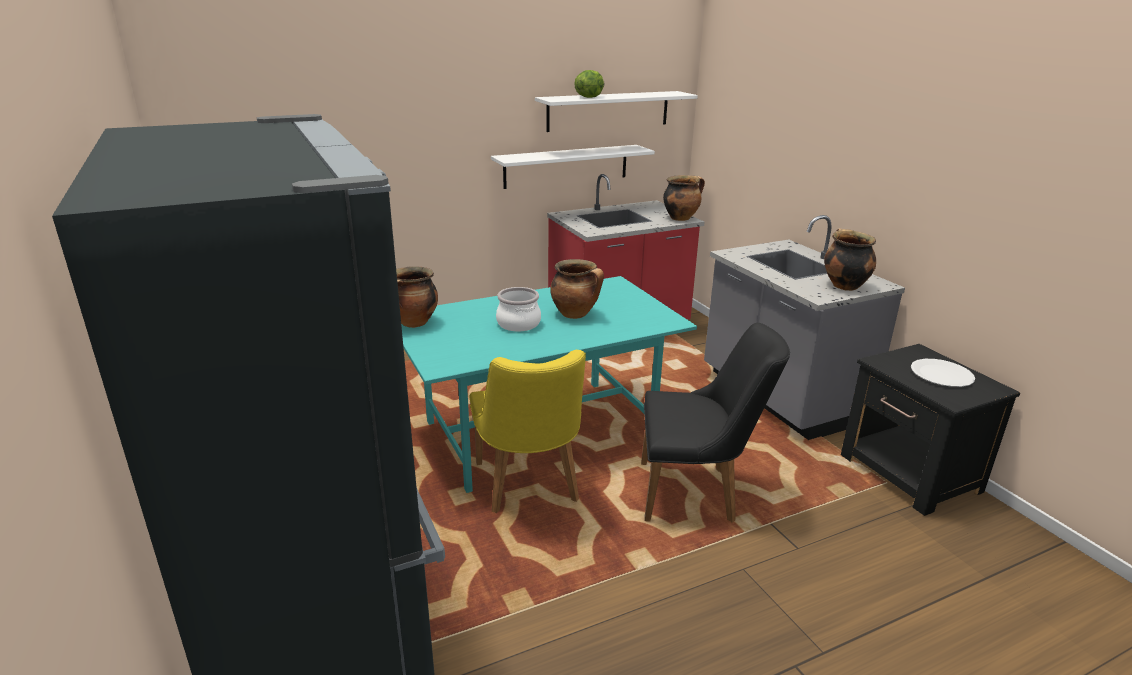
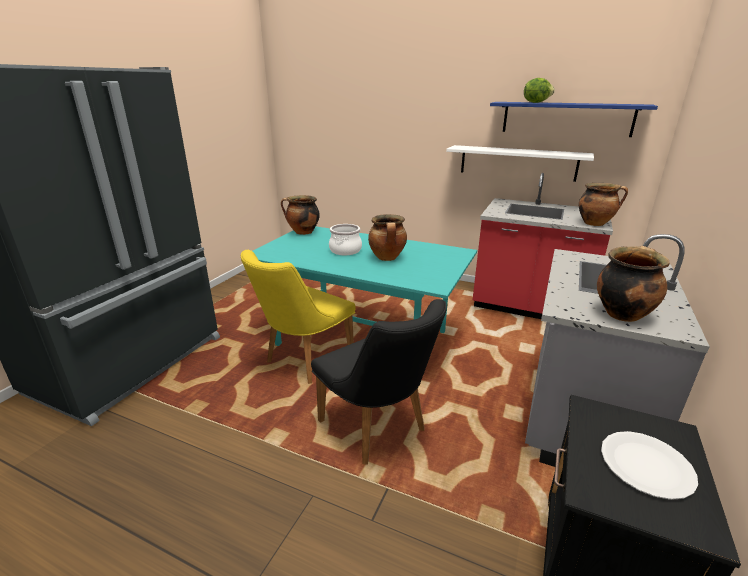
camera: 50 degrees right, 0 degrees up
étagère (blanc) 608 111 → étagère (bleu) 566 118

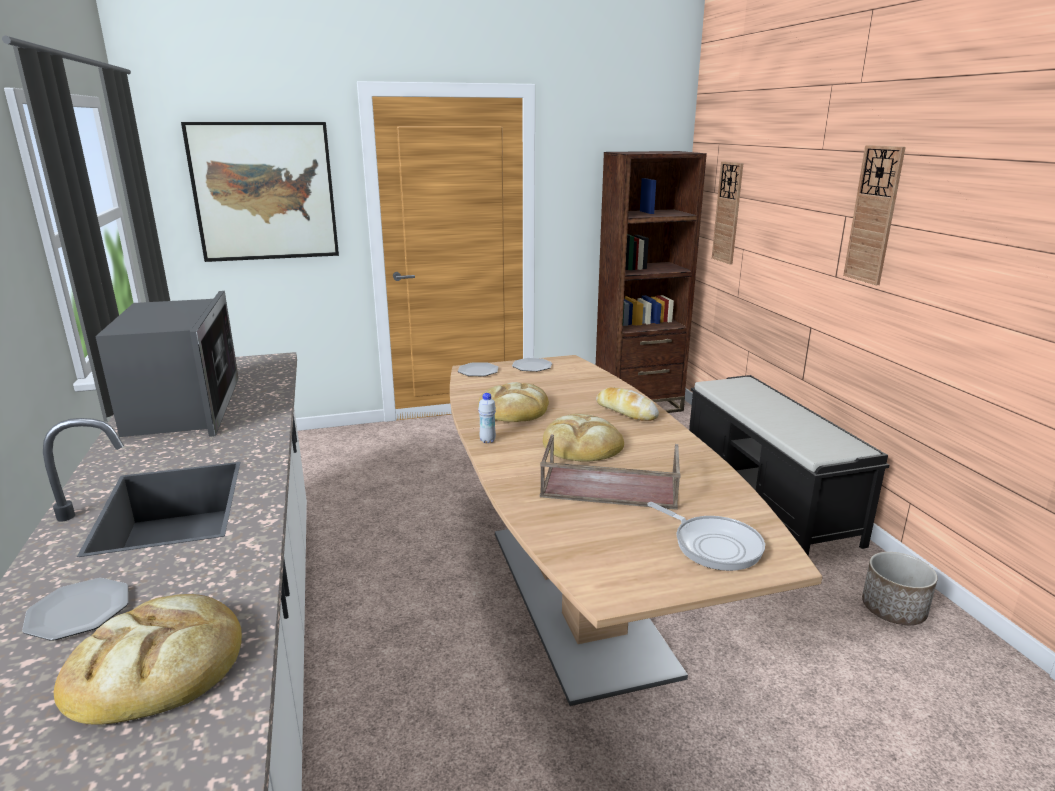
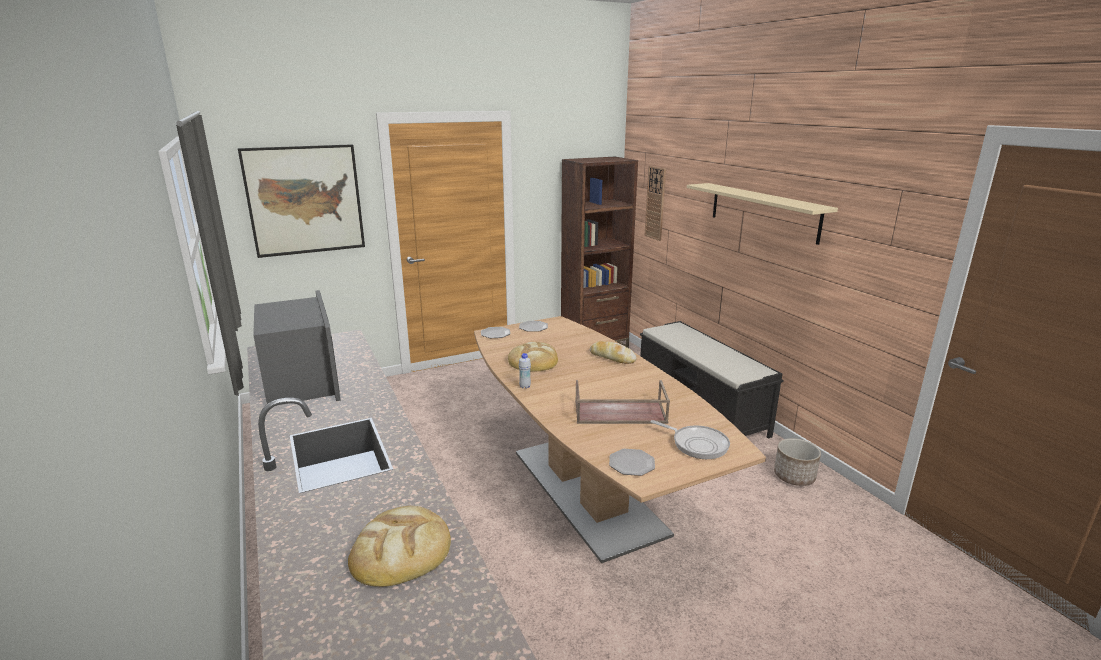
camera: 10 degrees left, 0 degrees up
pain 582 444 → -
assiette 78 612 → assiette 631 464, shifted
horloge murale 874 215 → étagère (beige) 763 211

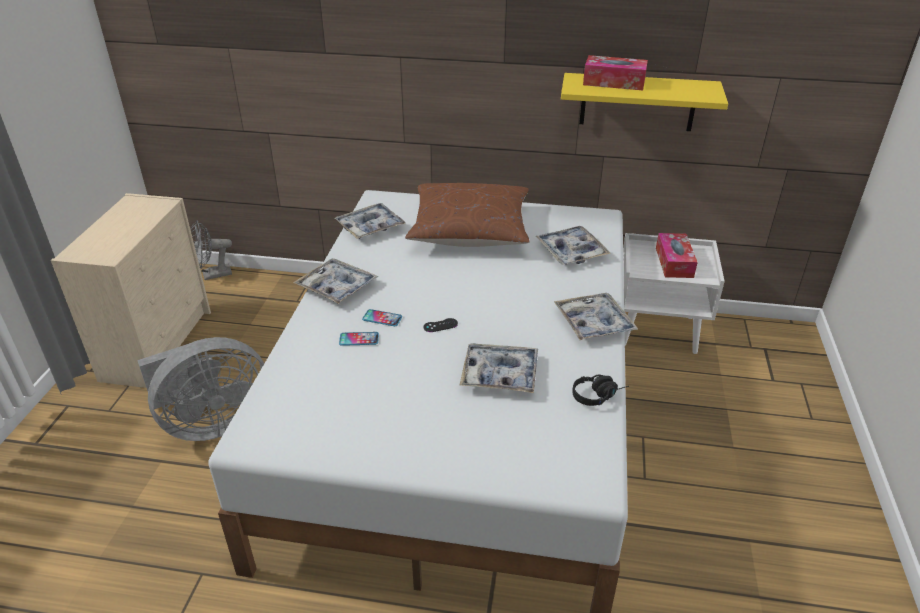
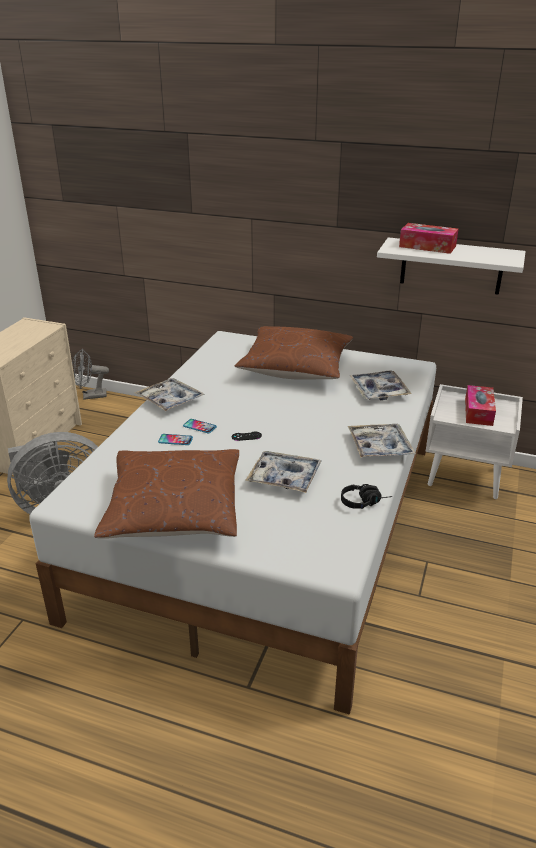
camera: 10 degrees right, 5 degrees down
plateau 370 227 → -
- → coussin (marron) 174 510
étagère (jaune) 638 102 → étagère (blanc) 451 266

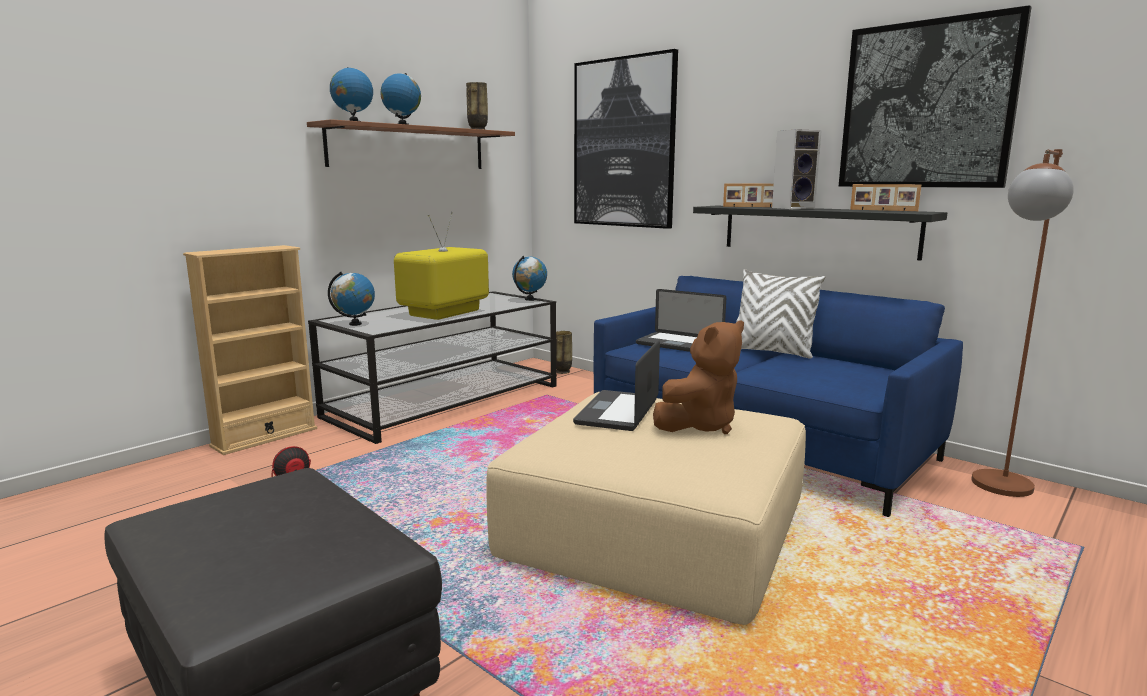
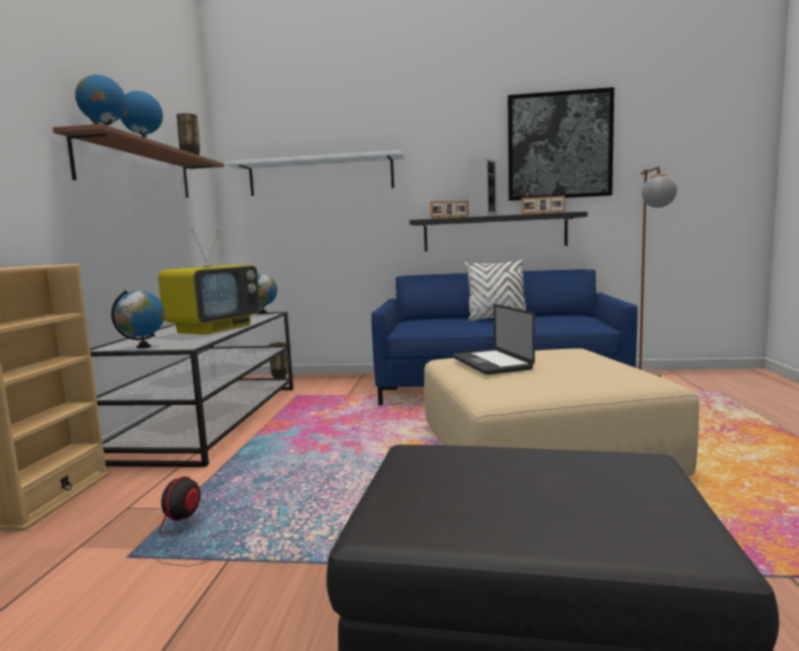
camera: 35 degrees left, 5 degrees down
ordinateur portable 679 344 → -
peluche (marron) 699 425 → -
tableau 623 143 → étagère (blanc) 320 176
téléviseur 445 313 → téléviseur 215 329, 150 degrees counterclockwise

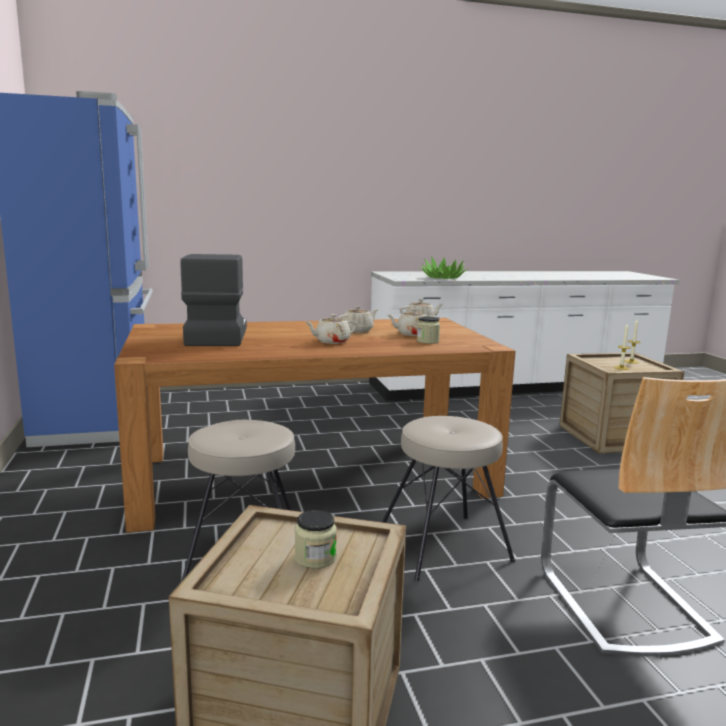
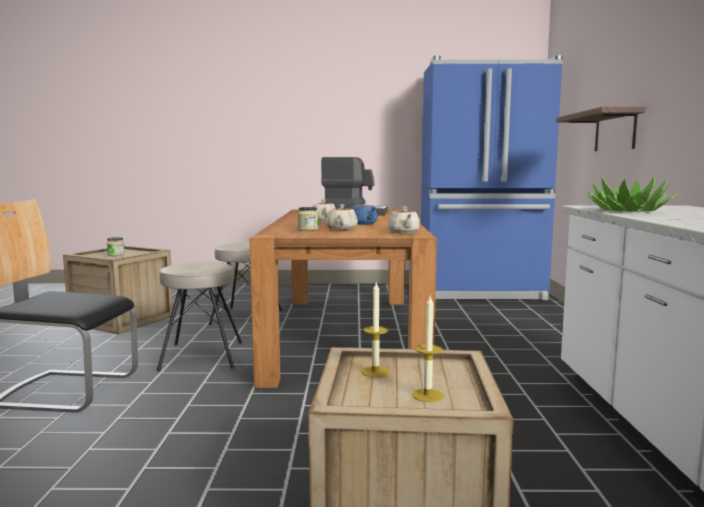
camera: 105 degrees right, 5 degrees down
- → étagère 615 131
théière (beige) 357 331 → théière (bleu) 363 224

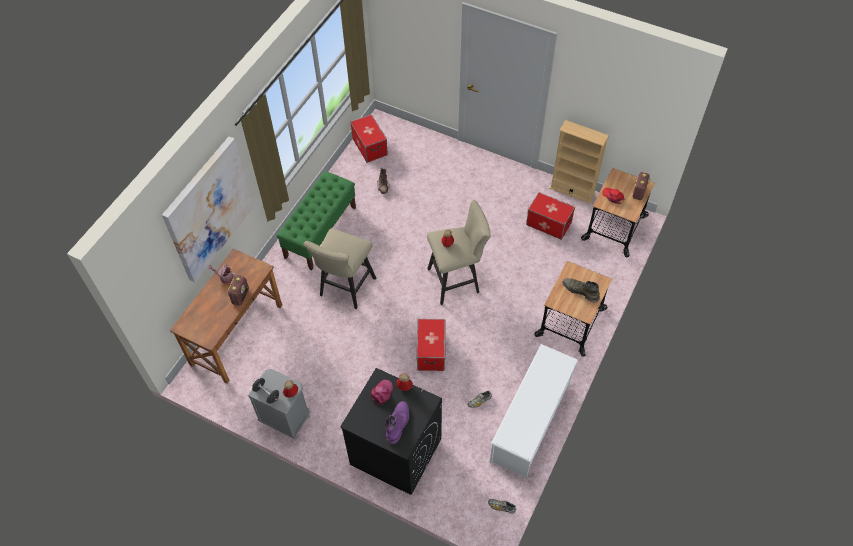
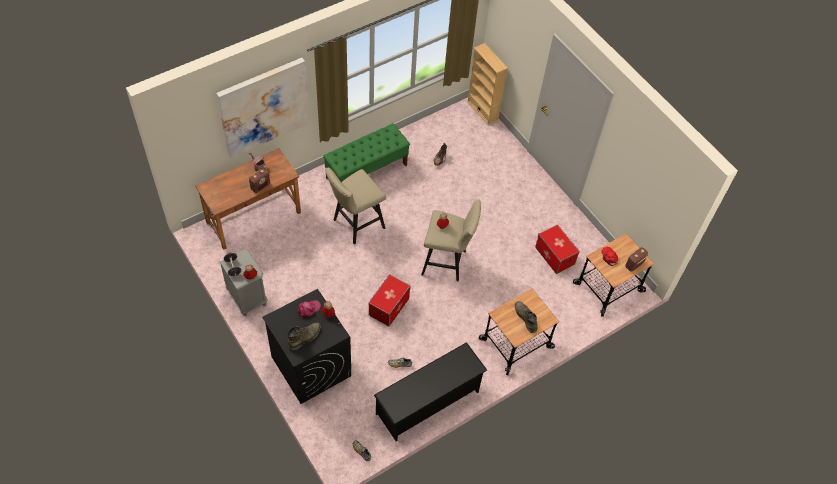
camera: 25 degrees right, 0 degrees up
boîte de rangement 369 146 → -
bibliothèque (beige) 572 191 → bibliothèque (beige) 482 110, shifted
botte (violet) 398 423 → botte (vert) 305 337
étagère à chaussures (blanc) 530 423 → étagère à chaussures (noir) 428 403

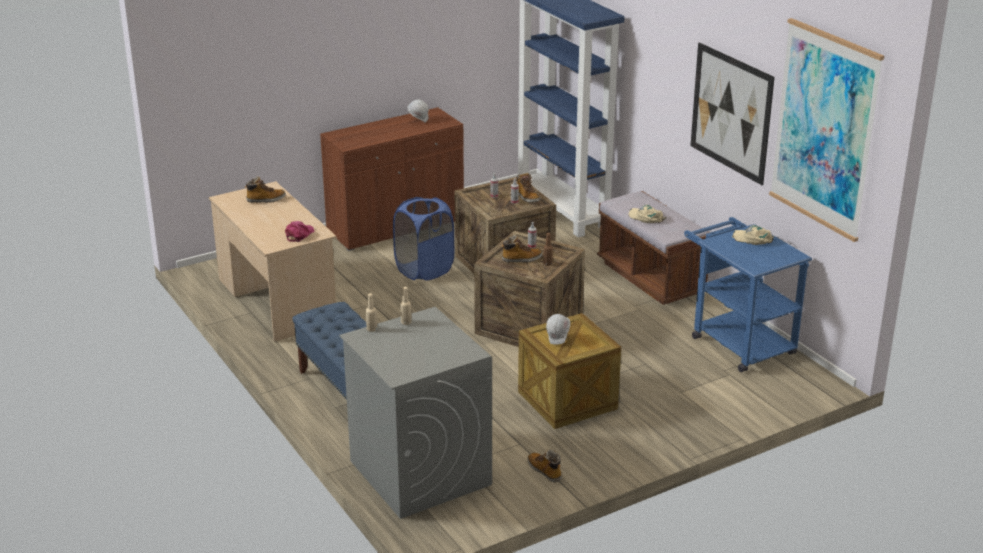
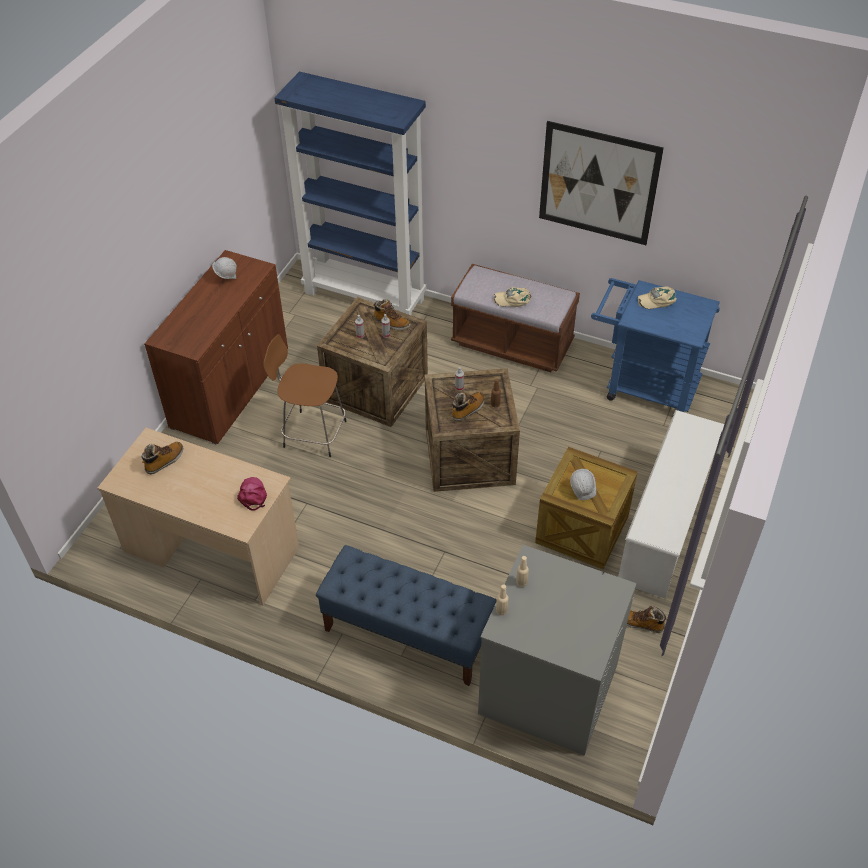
camera: 35 degrees left, 20 degrees up
tableau 824 129 → -
- → étagère à chaussures (blanc) 665 529
panier à linge (bleu) 424 270 → tabouret (marron) 312 433

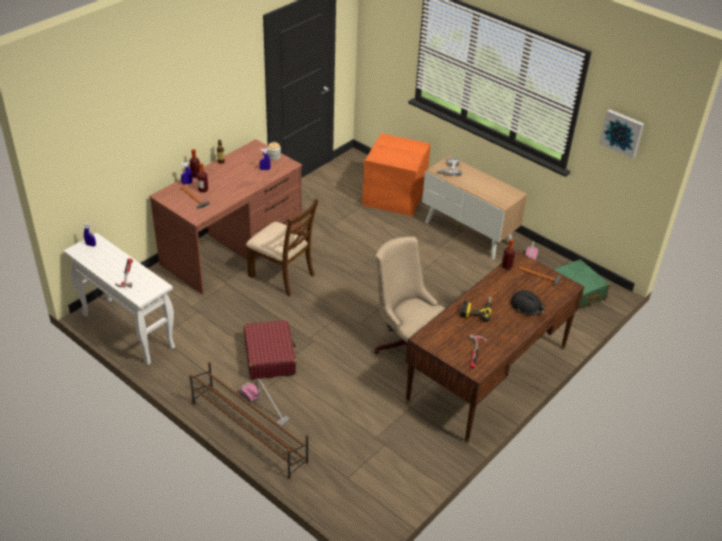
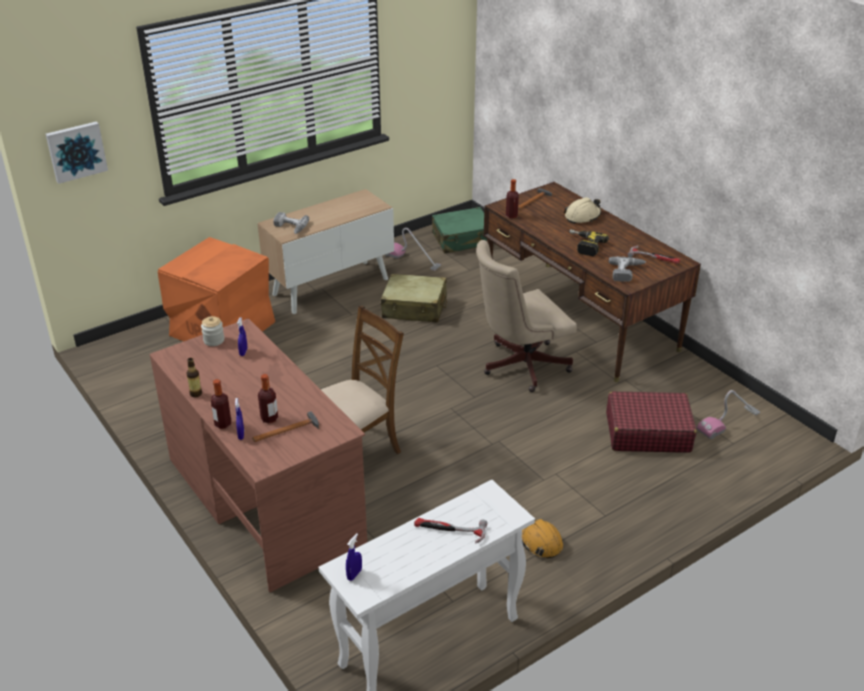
camera: 75 degrees left, 5 degrees down
étagère à chaussures (marron) 248 431 → -
- → valise (beige) 414 308
- → casque de chantier (orange) 540 542
- → perceuse 627 272
aspirateur 264 406 → aspirateur 728 422, shifted
valise (rouge) 270 356 → valise (rouge) 647 432, shifted
tableau 622 133 → tableau 76 151, shifted
casque de chantier (noir) 527 307 → casque de chantier (beige) 582 216

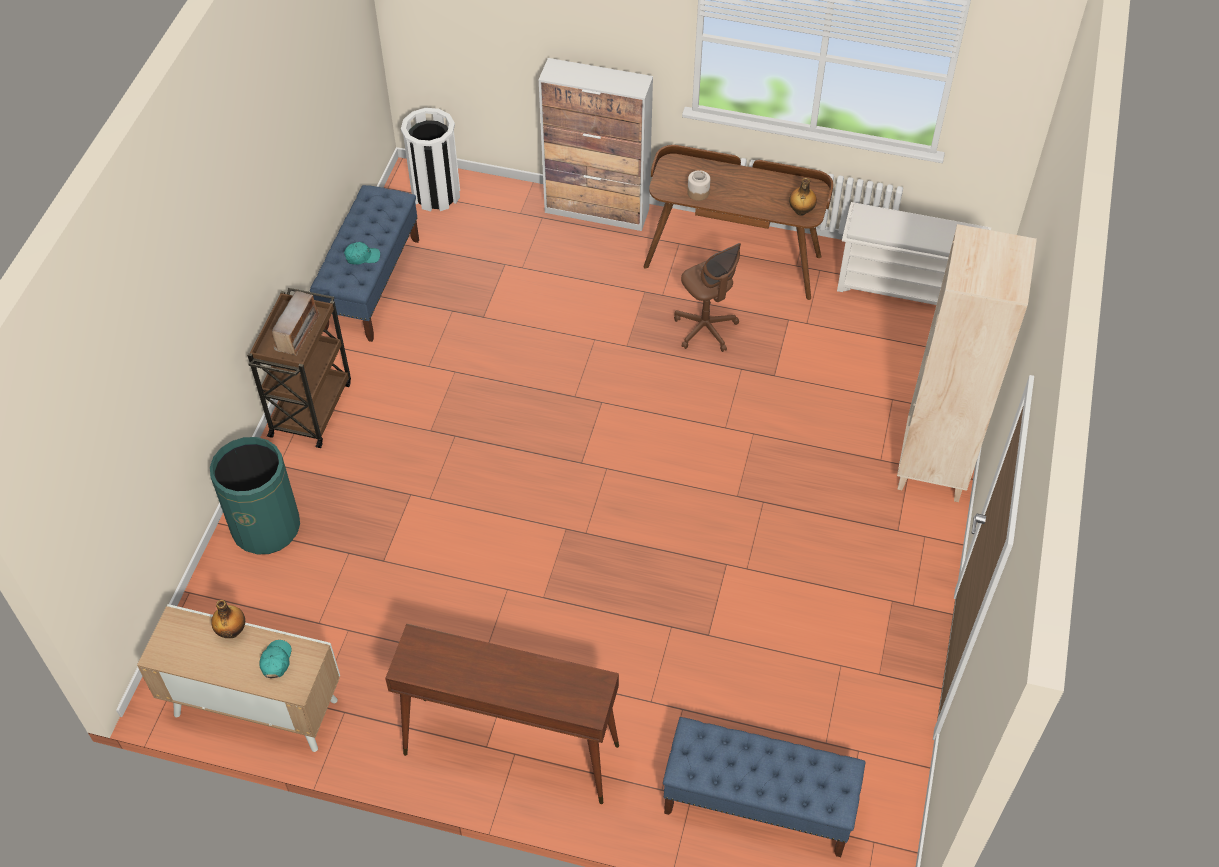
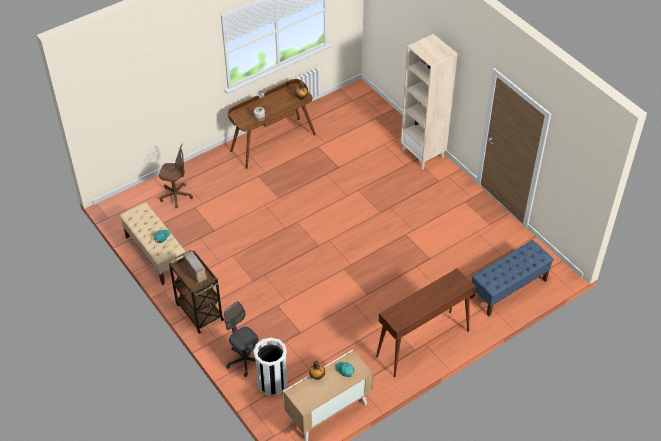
camera: 50 degrees left, 5 degrees down
meuble de rangement 597 211 → -
étagère à chaussures (blanc) 905 286 → -
poubelle (blanc) 436 194 → poubelle (blanc) 272 383, shifted
chaise de bureau (marron) 705 329 → chaise de bureau (marron) 176 196, shifted
poubelle (vert) 266 527 → chaise de bureau (gris) 244 360
banc (bleu) 372 284 → banc (beige) 155 254

